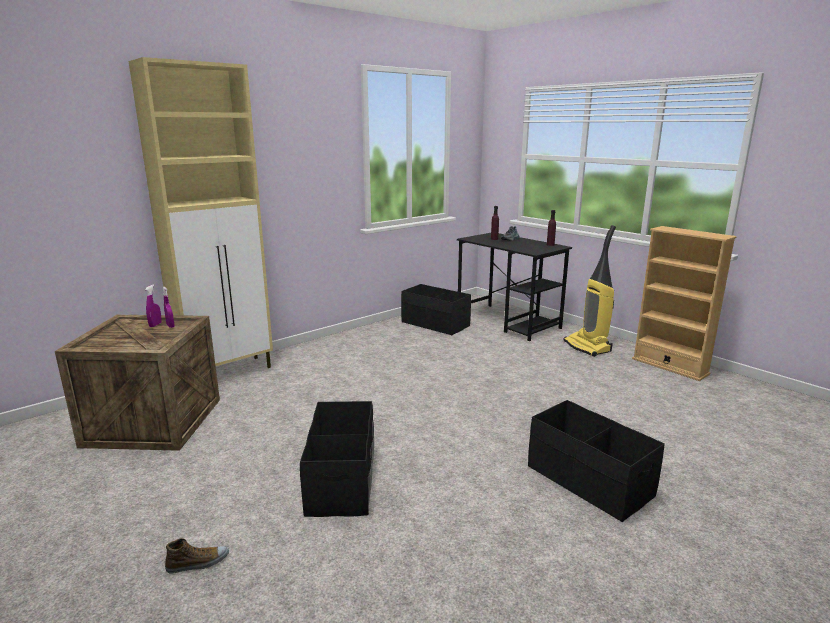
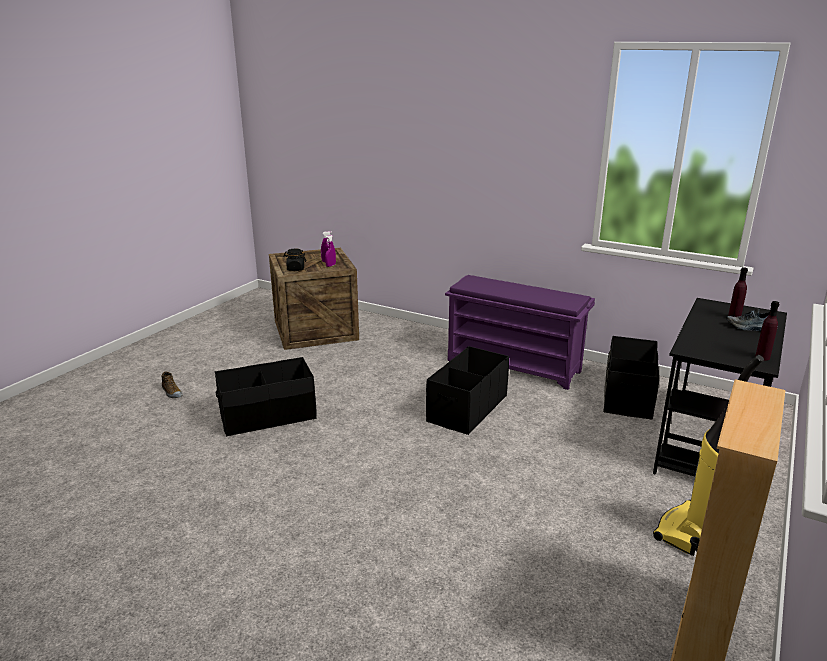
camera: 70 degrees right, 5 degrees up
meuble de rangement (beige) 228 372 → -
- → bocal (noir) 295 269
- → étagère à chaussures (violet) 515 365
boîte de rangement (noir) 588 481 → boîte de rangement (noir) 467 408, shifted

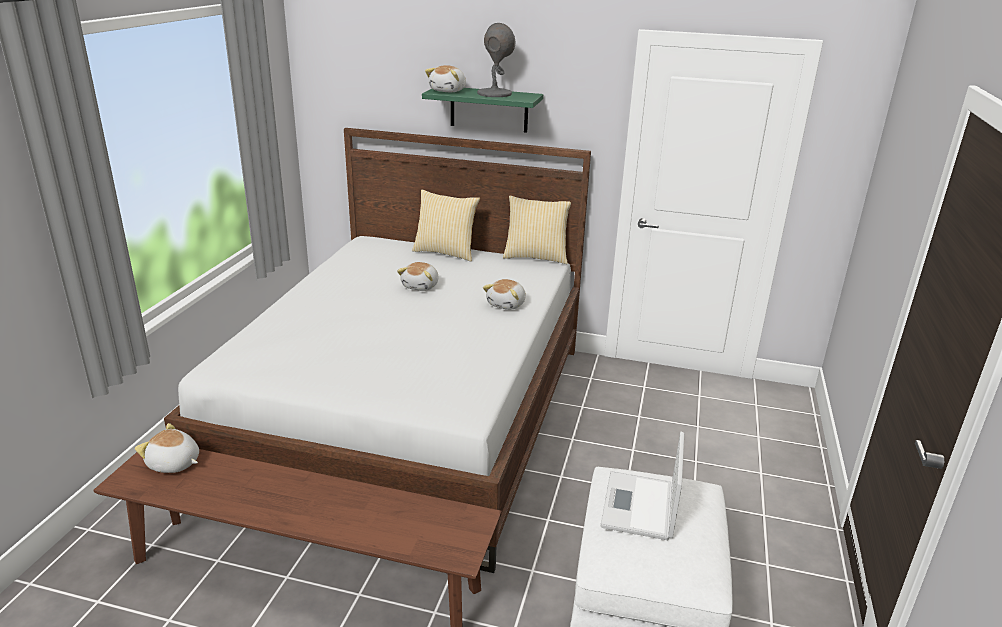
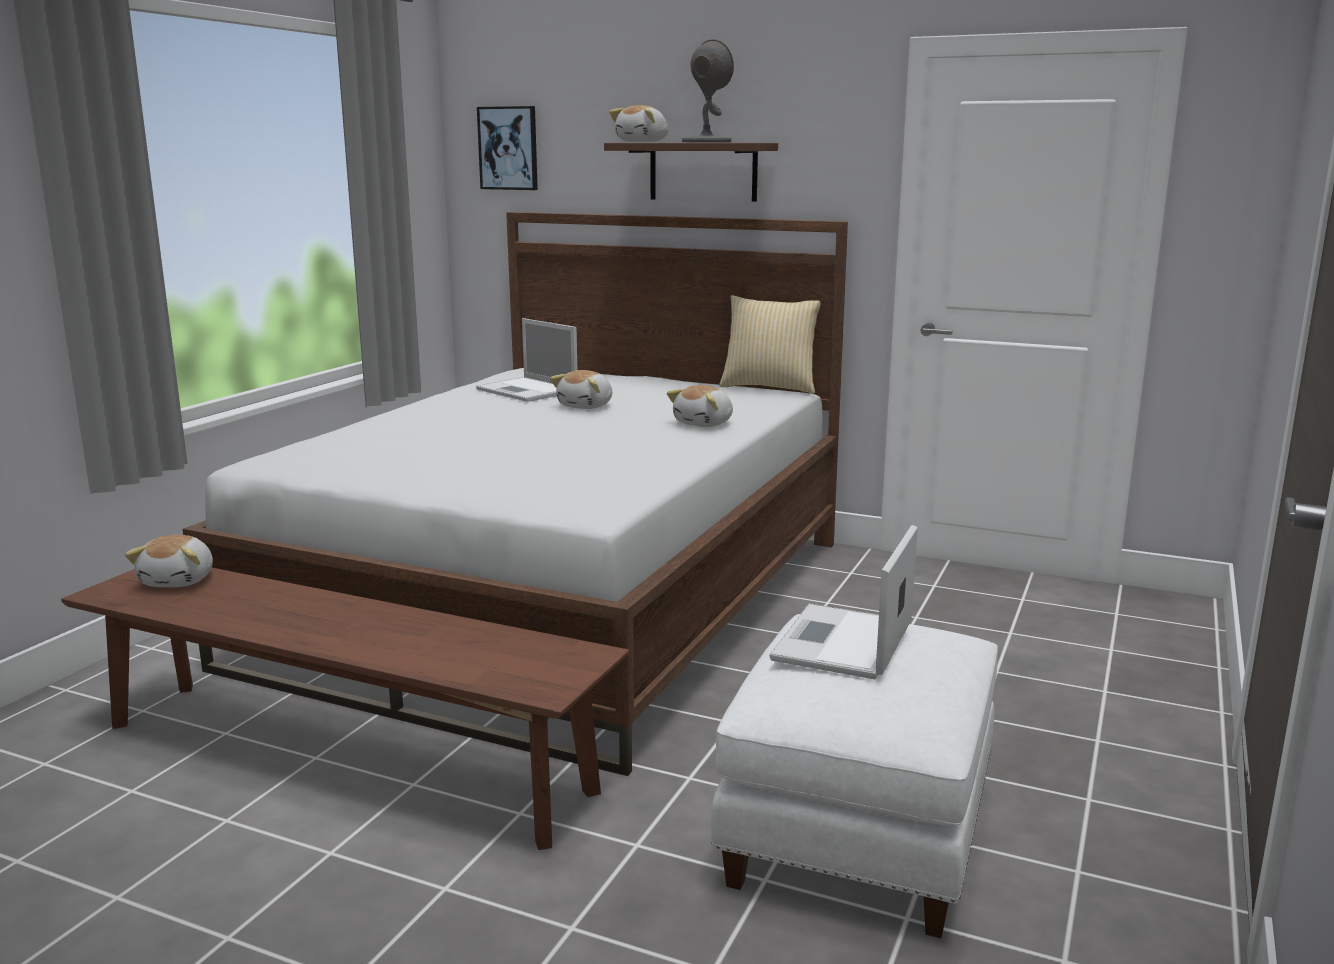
camera: 10 degrees right, 10 degrees down
coussin 446 252 → -
- → ordinateur portable 528 391
- → tableau 508 148
étagère (vert) 489 109 → étagère (marron) 703 171
peluche 174 464 → peluche 179 580, 120 degrees counterclockwise

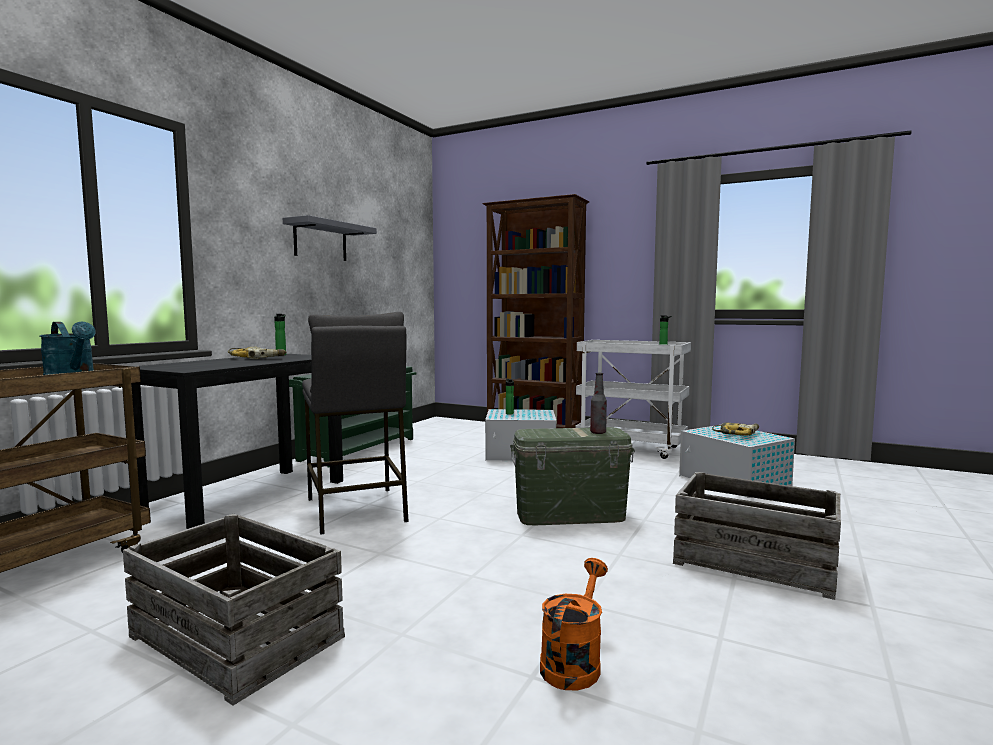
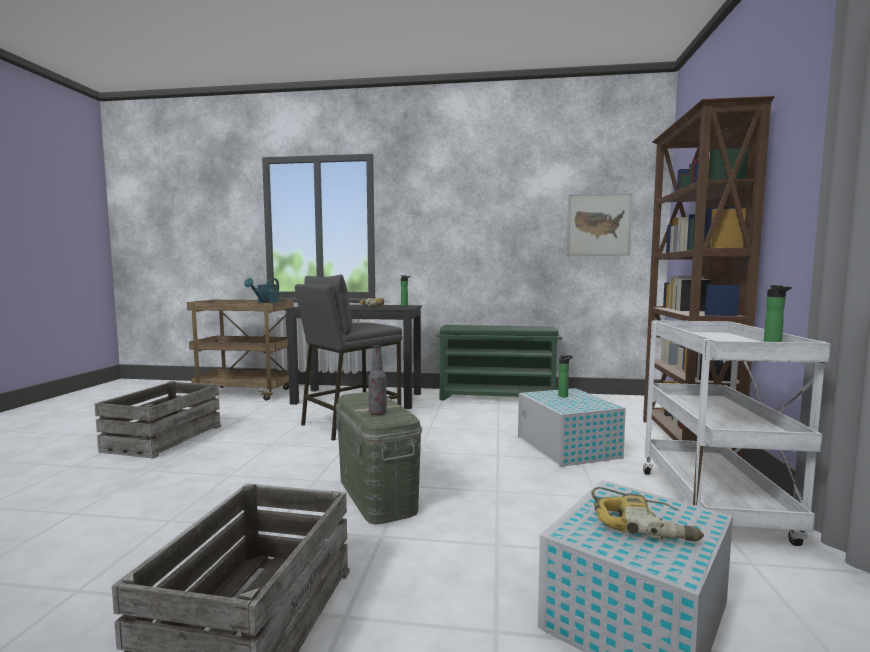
camera: 70 degrees right, 0 degrees up
étagère (gris) 320 241 → -
arrosoir (orange) 573 662 → -
- → tableau 598 225

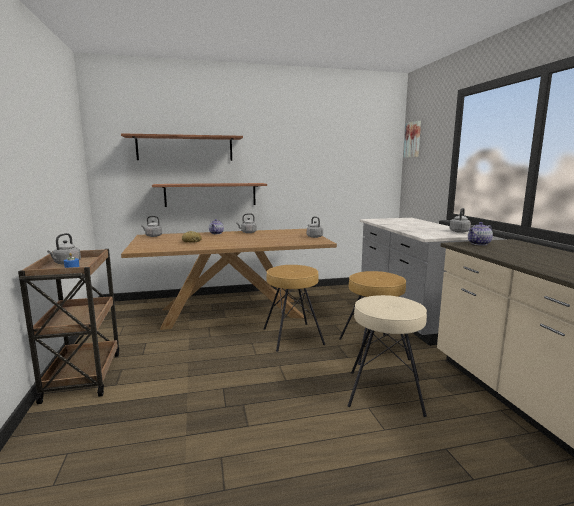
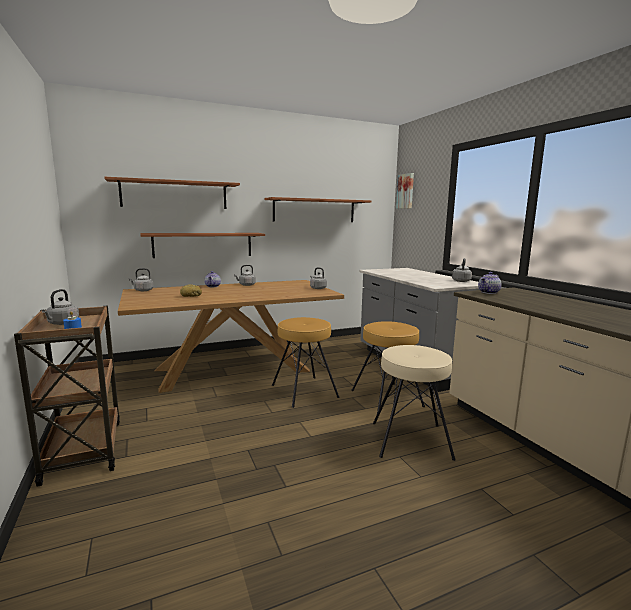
camera: 10 degrees left, 0 degrees up
- → étagère 314 210

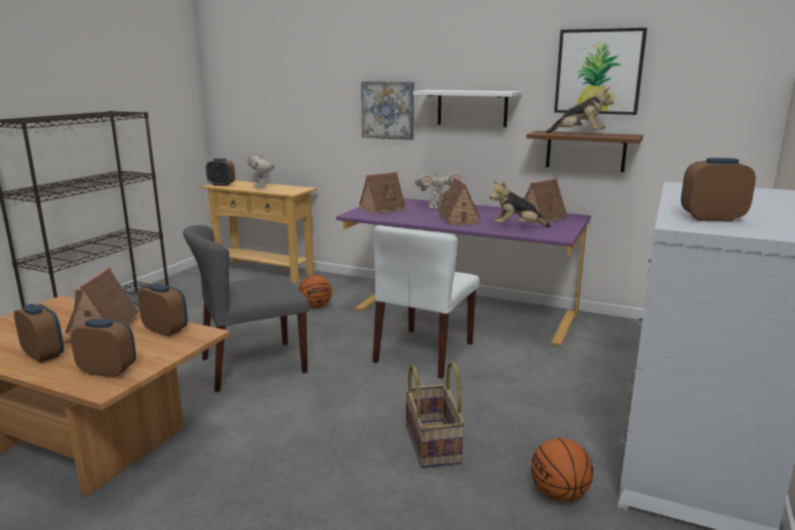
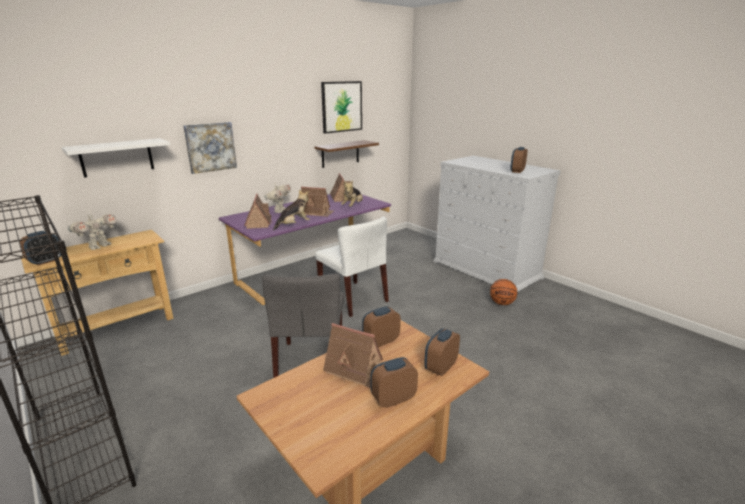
camera: 65 degrees left, 5 degrees up
ballon de basket 315 307 → -
panier 433 444 → -
étagère (blanc) 472 108 → étagère (blanc) 117 157, shifted
peluche 579 134 → peluche 294 225, shifted
robot jouet 261 187 → robot jouet 99 246, 60 degrees counterclockwise

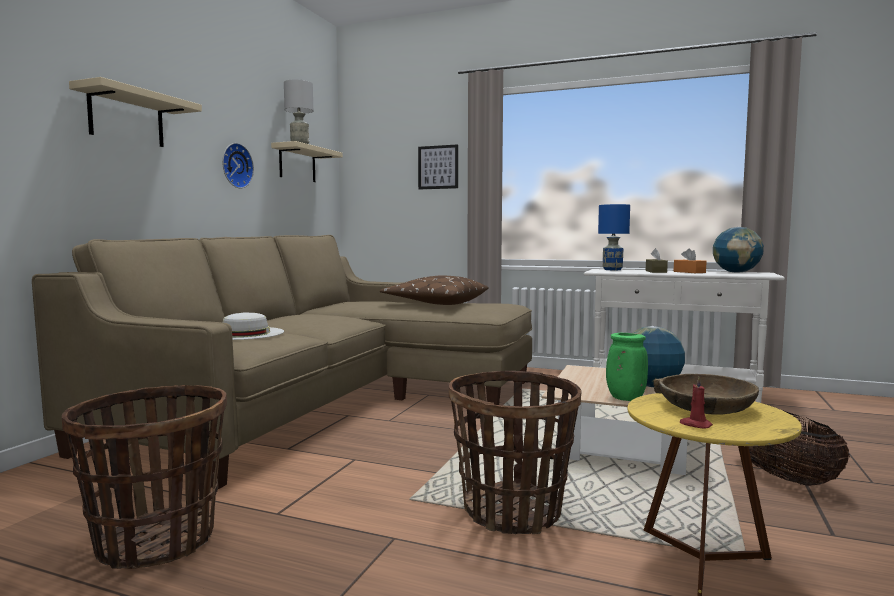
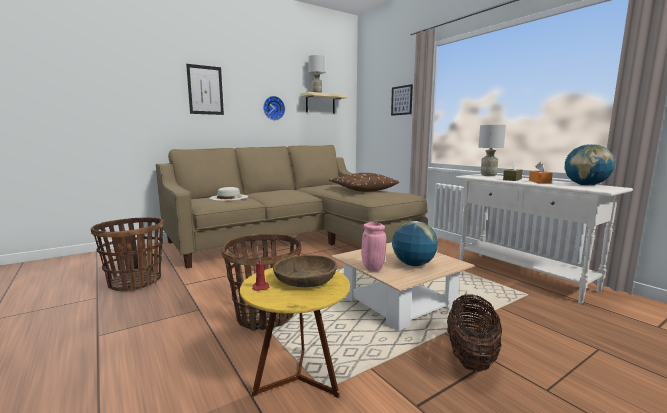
camera: 35 degrees right, 5 degrees up
étagère (beige) 126 118 → tableau 205 90
lampe de table (bleu) 612 270 → lampe de table (gris) 488 175
vase (vert) 624 398 → vase (rose) 372 268

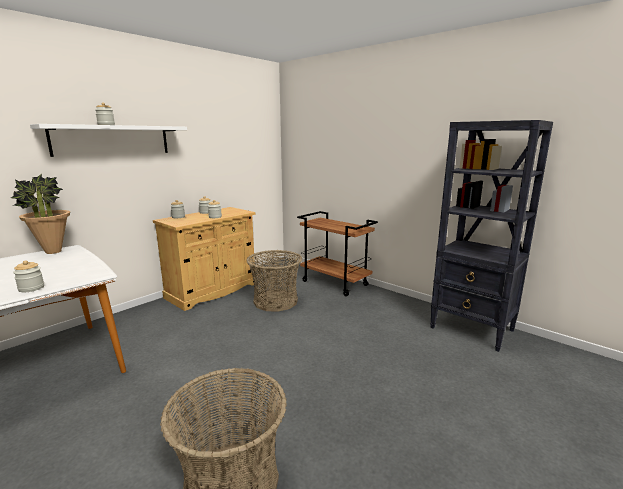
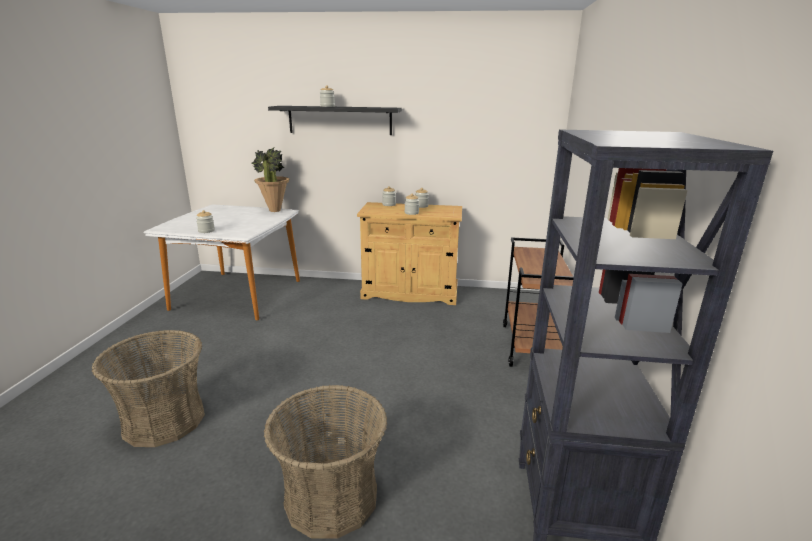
camera: 55 degrees right, 5 degrees up
panier 275 301 → panier 331 498, shifted
étagère (blanc) 112 140 → étagère (noir) 340 120

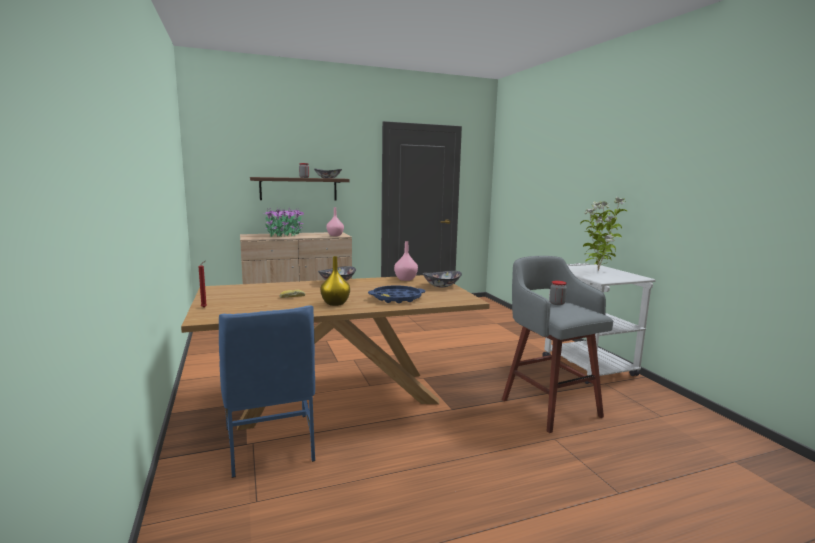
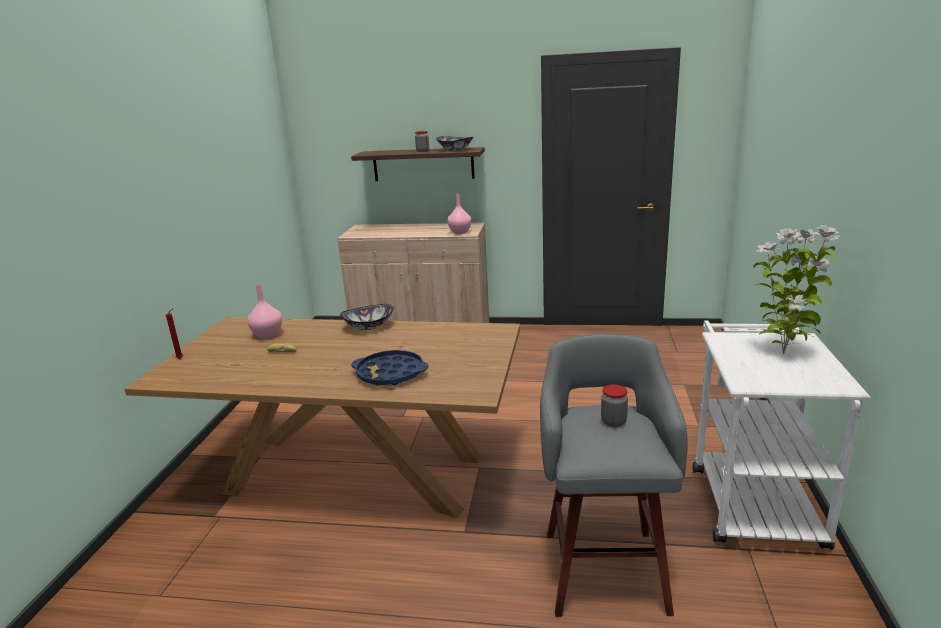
camera: 30 degrees right, 10 degrees up
chaise (bleu) 270 444 → -
plante en pot 284 235 → -
vase (jaune) 335 303 → -
bol 441 286 → -
vase (rose) 406 279 → vase (rose) 267 335, shifted

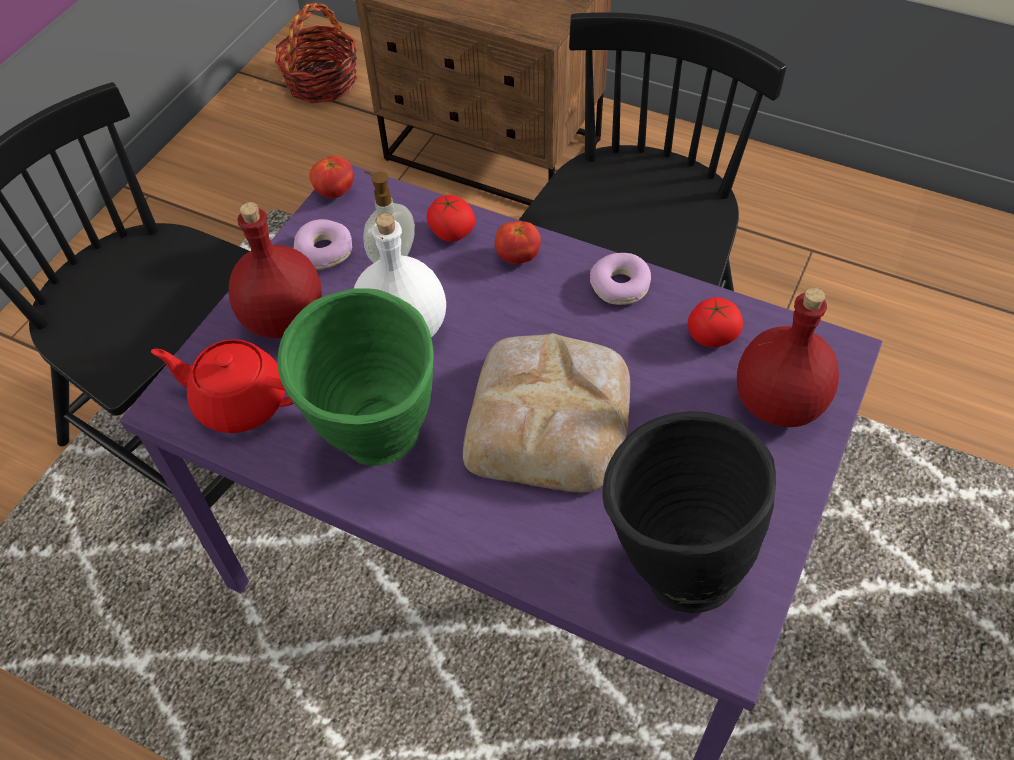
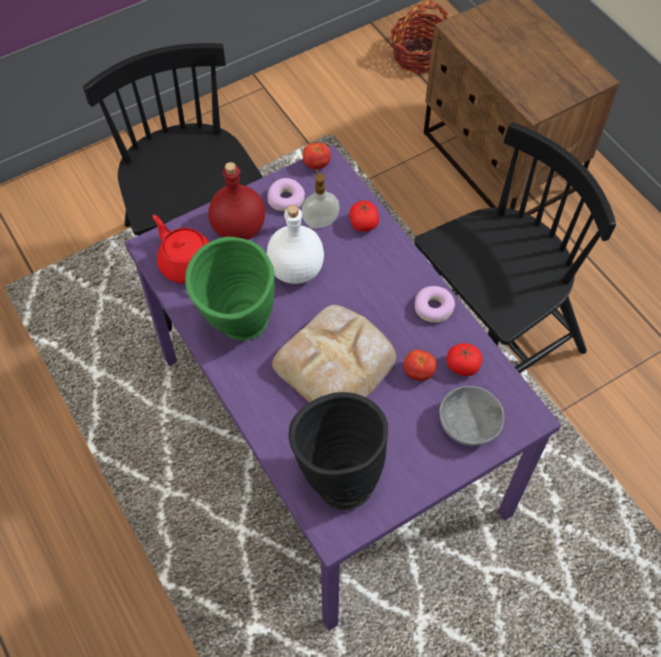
camera: 30 degrees right, 5 degrees up
tomate 518 257 → tomate 418 372, shifted
bouteille (rouge) 780 404 → bol (gris) 468 426

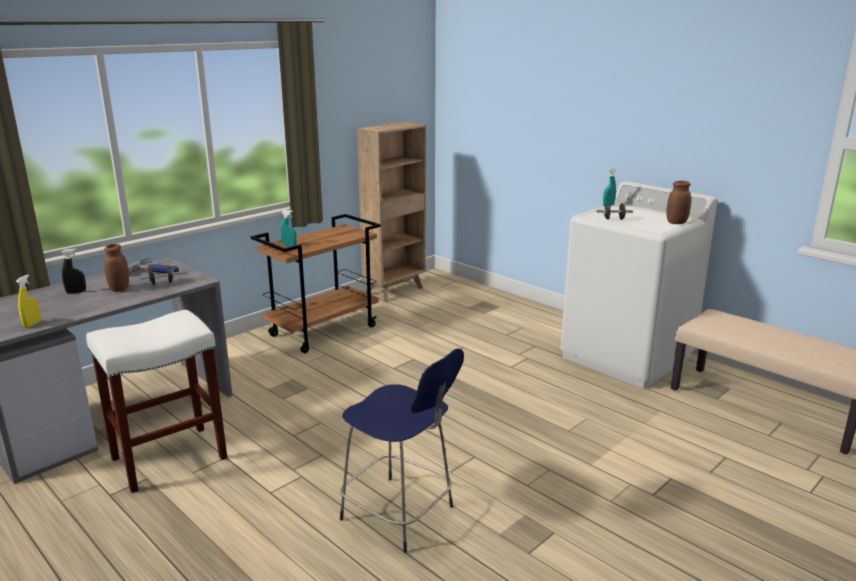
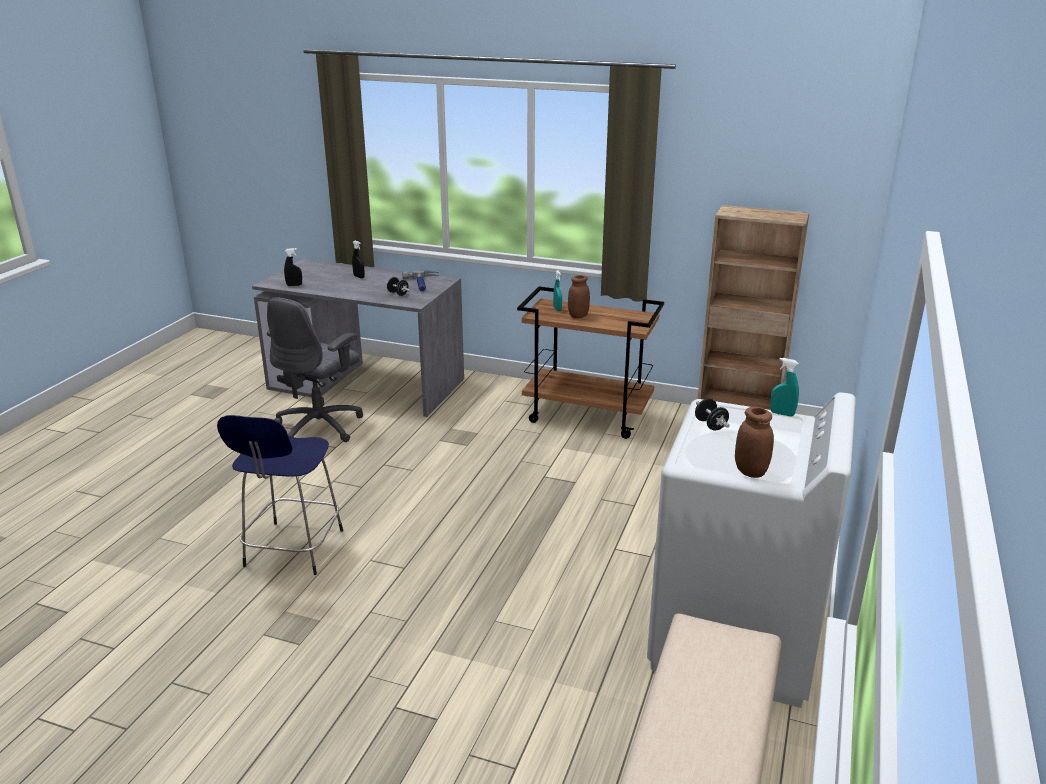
camera: 65 degrees right, 5 degrees up
bocal (marron) 120 289 → bocal (marron) 578 316, shifted
tabouret (blanc) 168 459 → chaise de bureau (gris) 321 426
vaporisateur (jaune) 32 324 → vaporisateur (noir) 294 285

